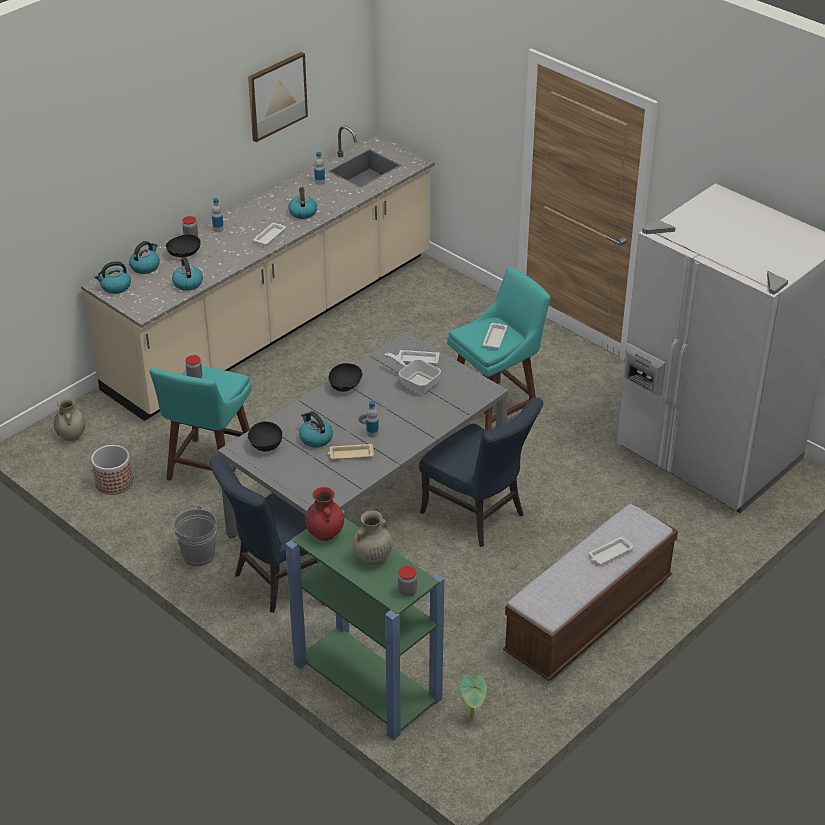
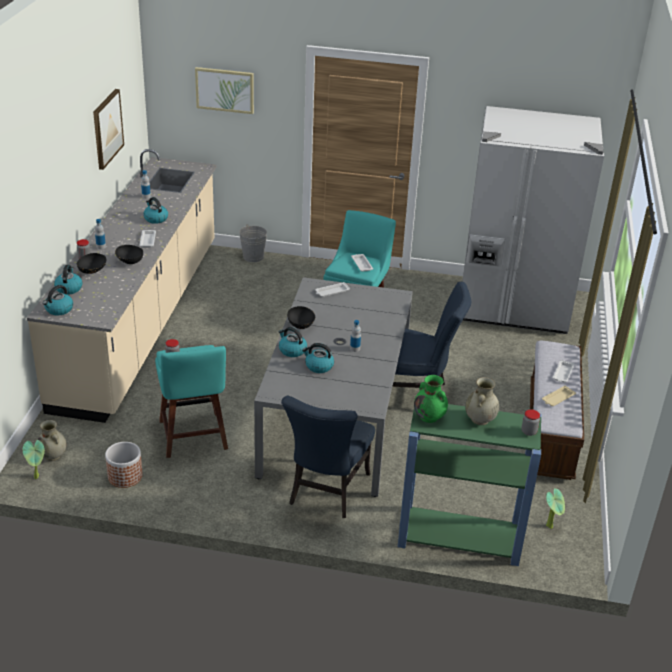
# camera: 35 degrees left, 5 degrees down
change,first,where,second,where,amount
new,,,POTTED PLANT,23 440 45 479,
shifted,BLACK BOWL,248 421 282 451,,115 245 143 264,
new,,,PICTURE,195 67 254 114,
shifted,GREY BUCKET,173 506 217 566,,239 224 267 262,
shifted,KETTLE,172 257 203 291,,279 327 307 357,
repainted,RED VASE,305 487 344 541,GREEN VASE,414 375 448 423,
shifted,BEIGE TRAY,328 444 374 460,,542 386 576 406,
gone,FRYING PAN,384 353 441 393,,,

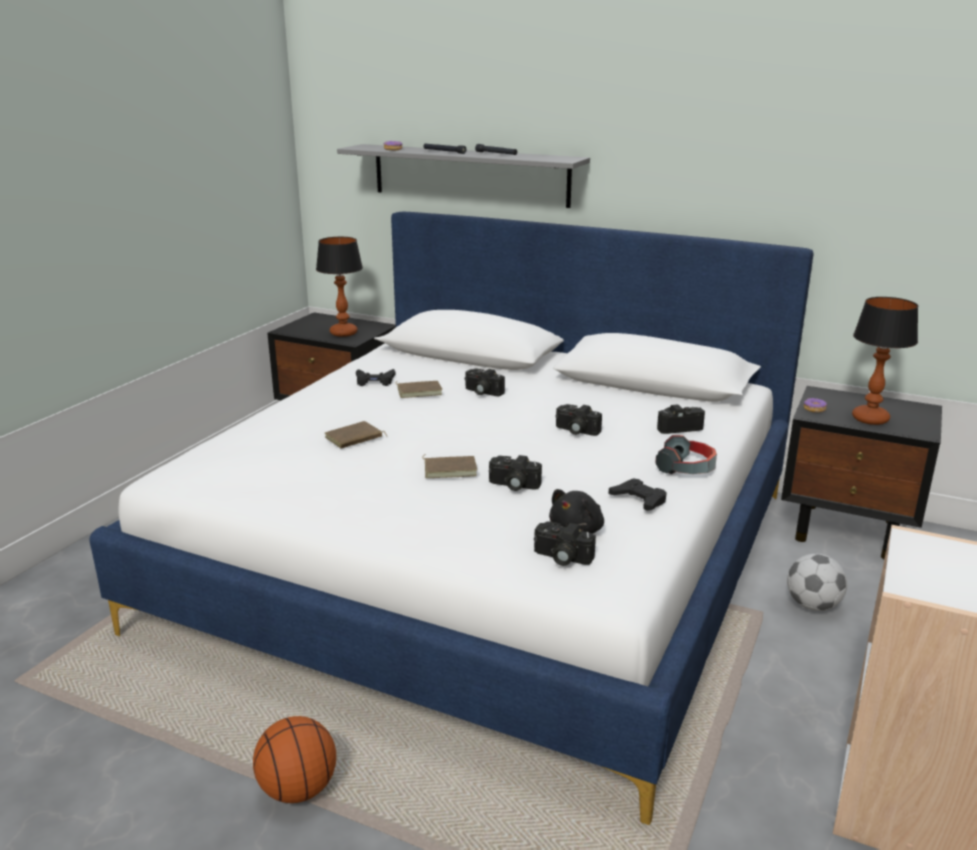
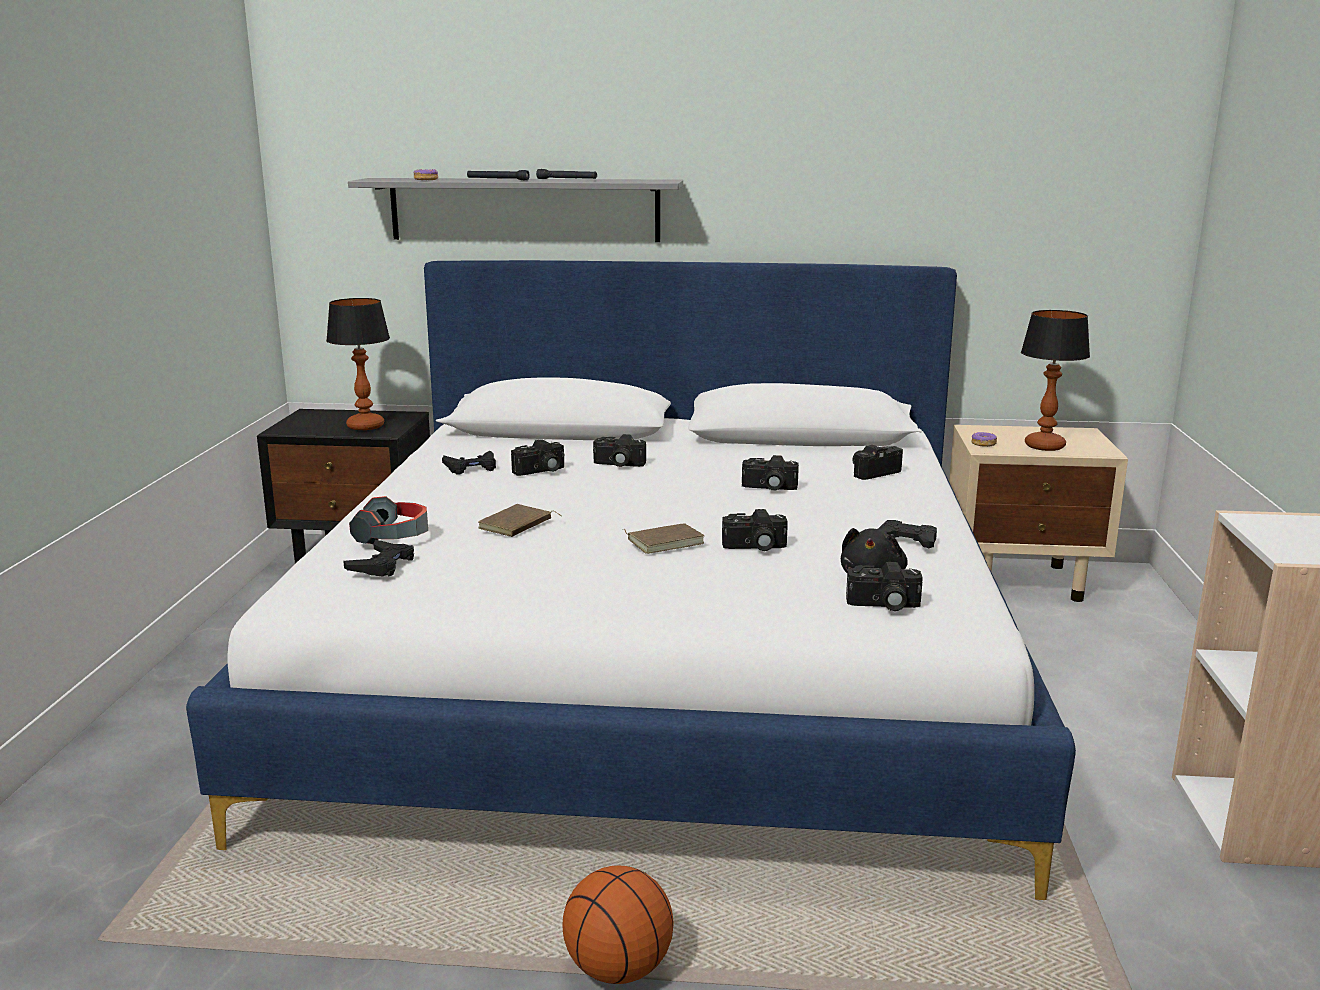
# camera: 20 degrees left, 5 degrees down
change,first,where,second,where,amount
new,,,BLACK GAME CONTROLLER,343 540 414 577,
shifted,HEADPHONES,655 435 717 474,,349 496 428 544,
swapped,BROWN BOOK,396 381 443 398,PHOTO CAMERA,511 439 565 476,
repainted,BLACK NIGHTSTAND,781 386 942 559,BEIGE NIGHTSTAND,949 425 1128 602,
gone,FOOTBALL,787 554 847 611,,,

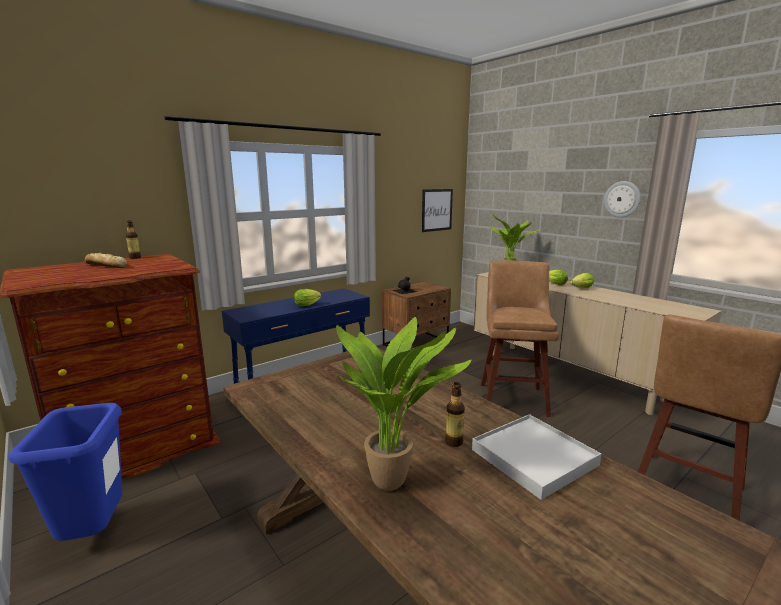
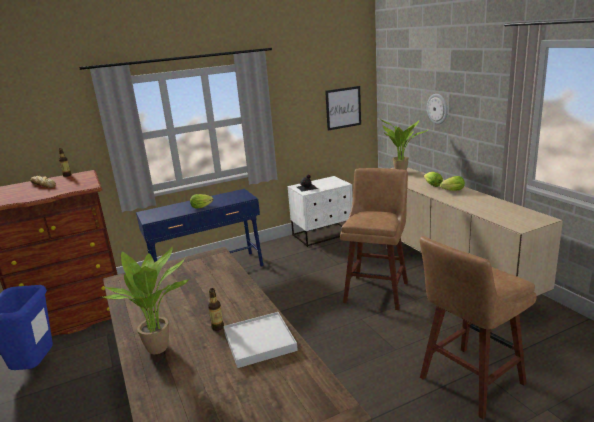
# camera: 15 degrees right, 5 degrees up
change,first,where,second,where,amount
repainted,BROWN NIGHTSTAND,382 281 451 347,WHITE NIGHTSTAND,288 176 353 247,
shifted,WALL CLOCK,604 181 641 218,,427 94 448 124,

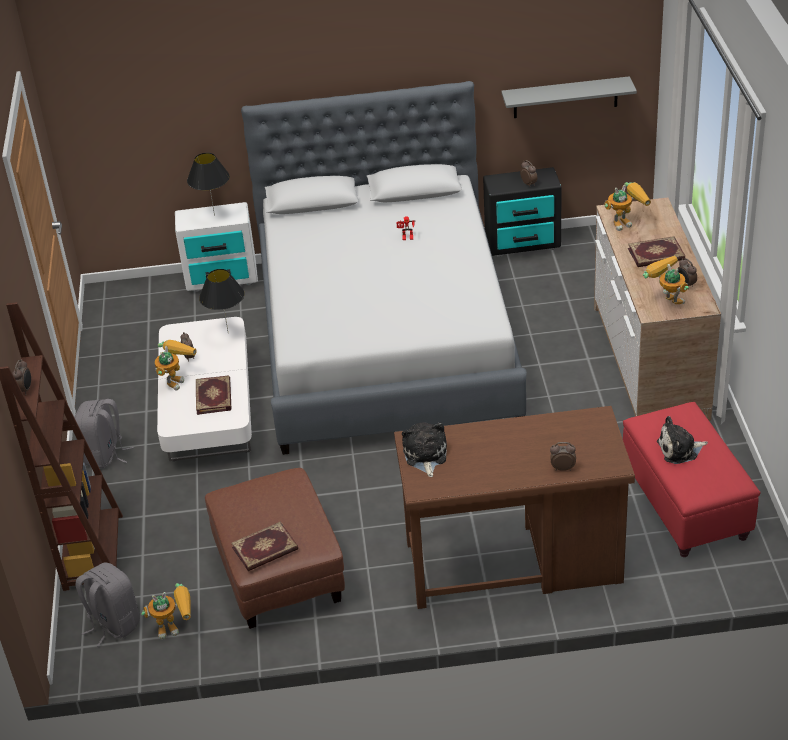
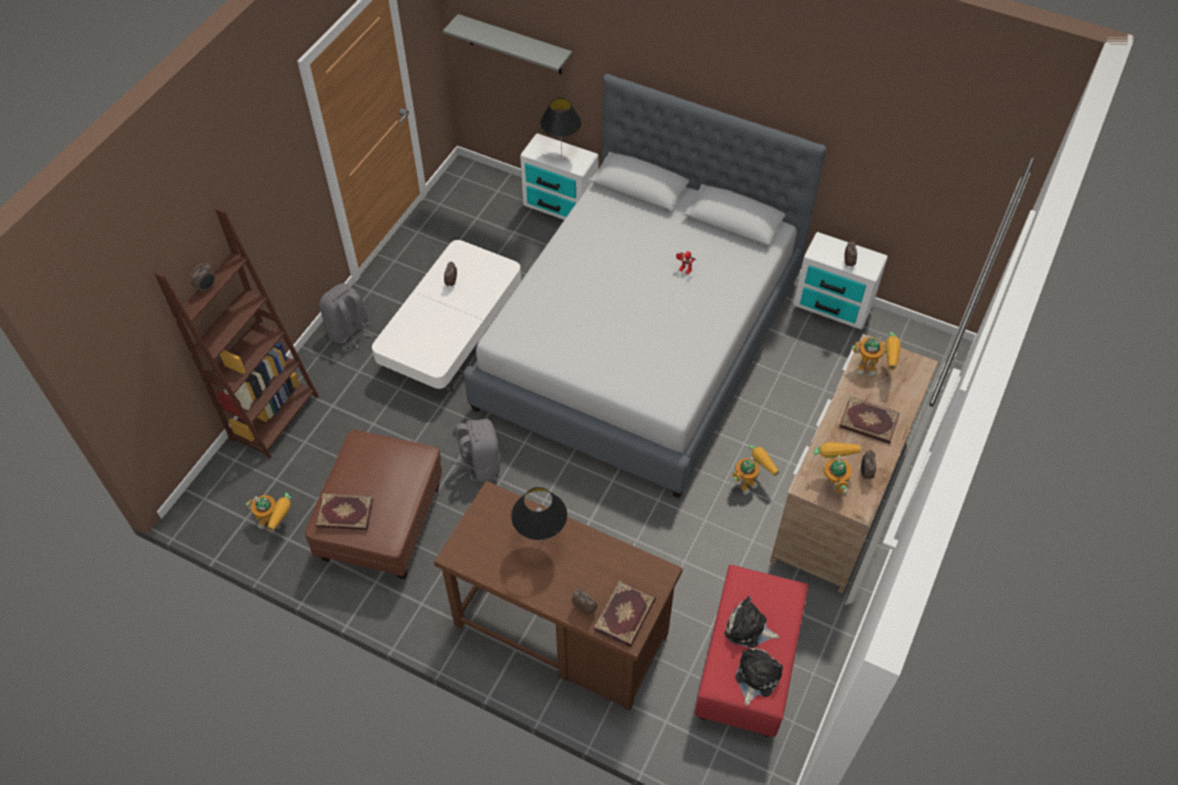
# camera: 30 degrees right, 15 degrees up
change,first,where,second,where,amount
shifted,GREY SHELF,501 76 637 118,,443 14 572 74,
shifted,GREY BACKPACK,76 562 140 647,,453 419 500 482,
shifted,BLACK TABLE LAMP,199 269 245 331,,511 487 567 543,
shifted,BOOK,196 375 231 415,,594 580 656 647,
shifted,TOY ROBOT,155 340 197 391,,733 445 779 495,
shifted,PLUSH TOY,402 422 447 477,,735 648 783 706,
repainted,BLACK NIGHTSTAND,483 167 562 257,WHITE NIGHTSTAND,794 232 888 329,

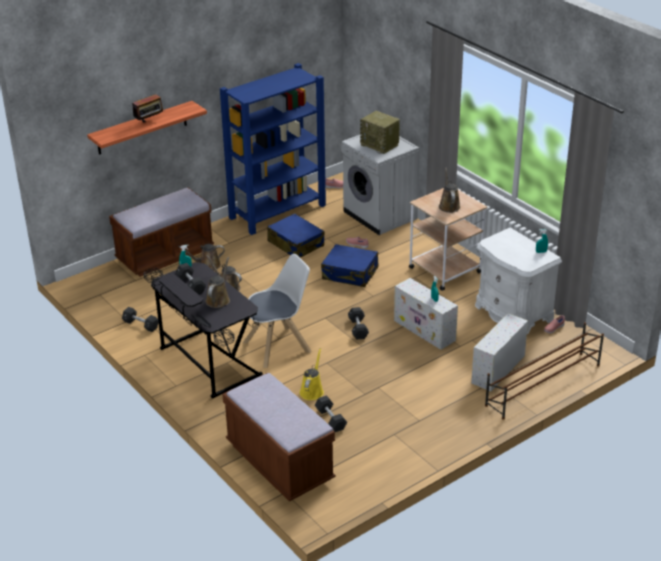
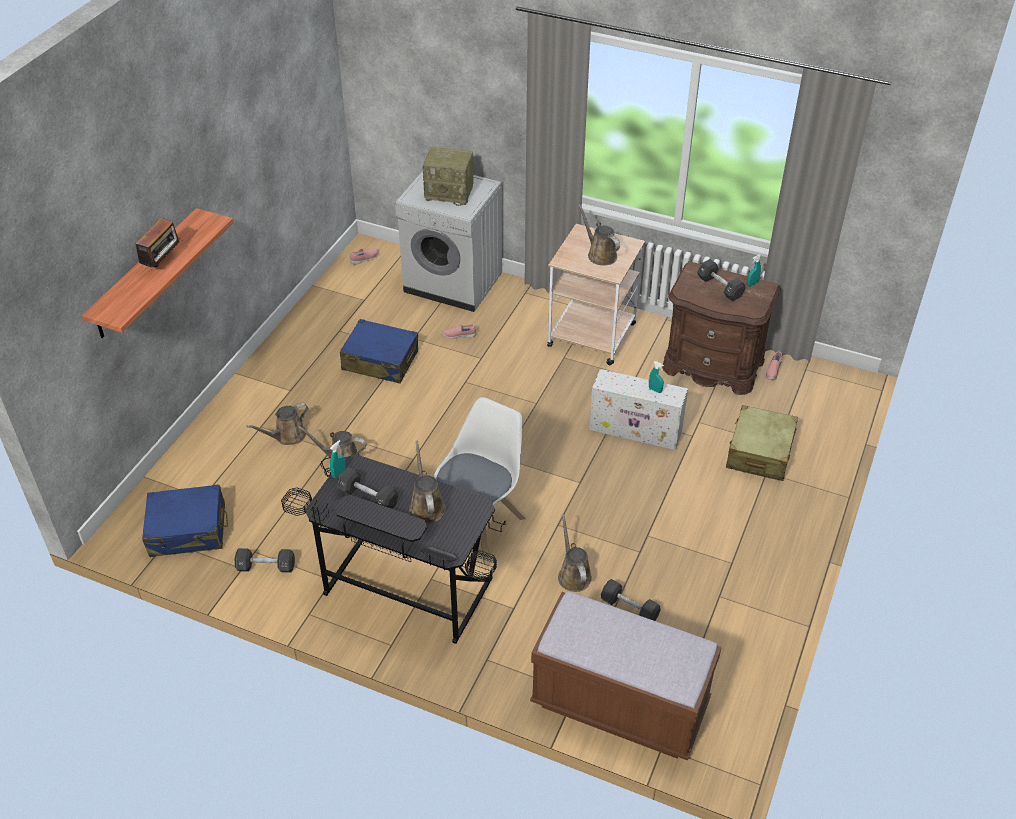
# camera: 30 degrees left, 10 degrees up
change,first,where,second,where,amount
shifted,BLUE SUITCASE,321 244 378 287,,142 484 228 557,
repainted,YELLOW WATERING CAN,300 348 324 400,BROWN WATERING CAN,558 514 592 592,
repainted,WHITE NIGHTSTAND,475 228 562 334,BROWN NIGHTSTAND,662 261 781 395,
shifted,BLACK DUMBBELL,348 307 369 339,,697 259 746 301,
swapped,WHITE STORAGE BOX,471 313 528 392,BEIGE SUITCASE,726 405 798 481,
gone,BROWN BENCH,109 188 214 277,,,
gone,BLUE BOOKCASE,220 63 326 235,,,
gone,BROWN SHOE RACK,485 322 604 420,,,

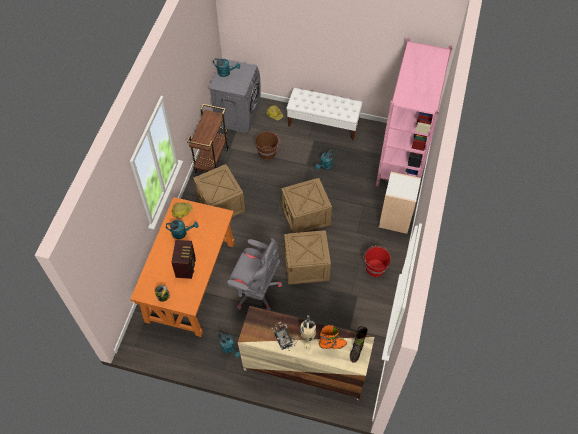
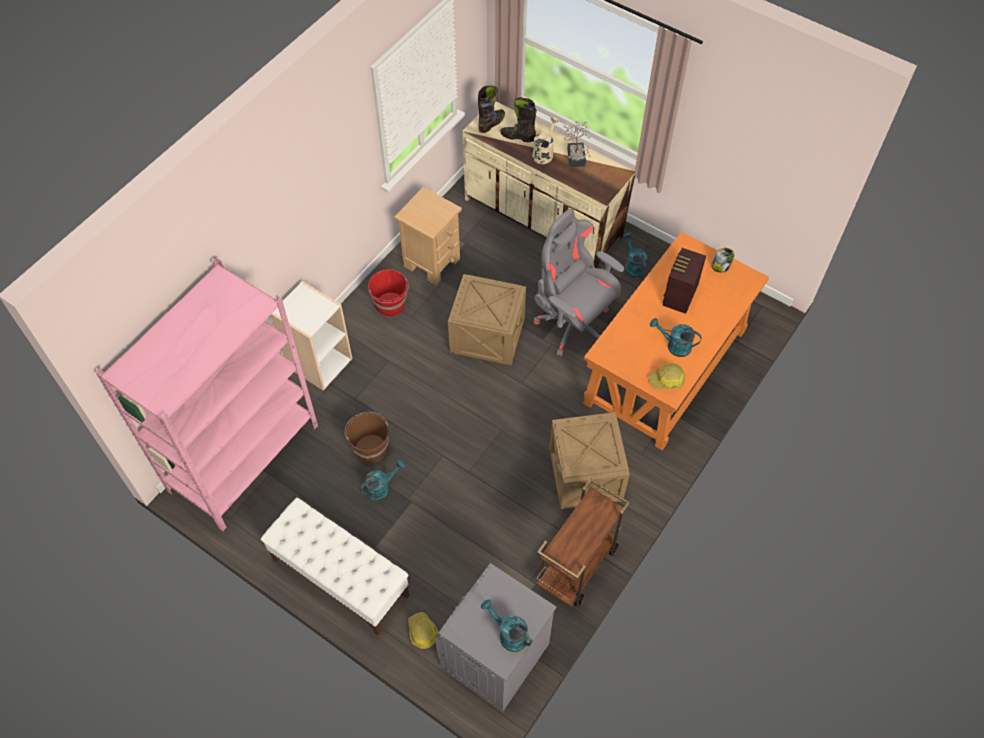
# camera: 160 degrees left, 0 degrees up
change,first,where,second,where,amount
shifted,BROWN BUCKET,255 131 279 160,,345 412 389 464,
new,,,BEIGE NIGHTSTAND,394 187 462 285,
repainted,ORANGE BOOT,319 325 347 349,BLACK BOOT,500 97 537 142,
gone,CRATE,281 178 332 233,,,

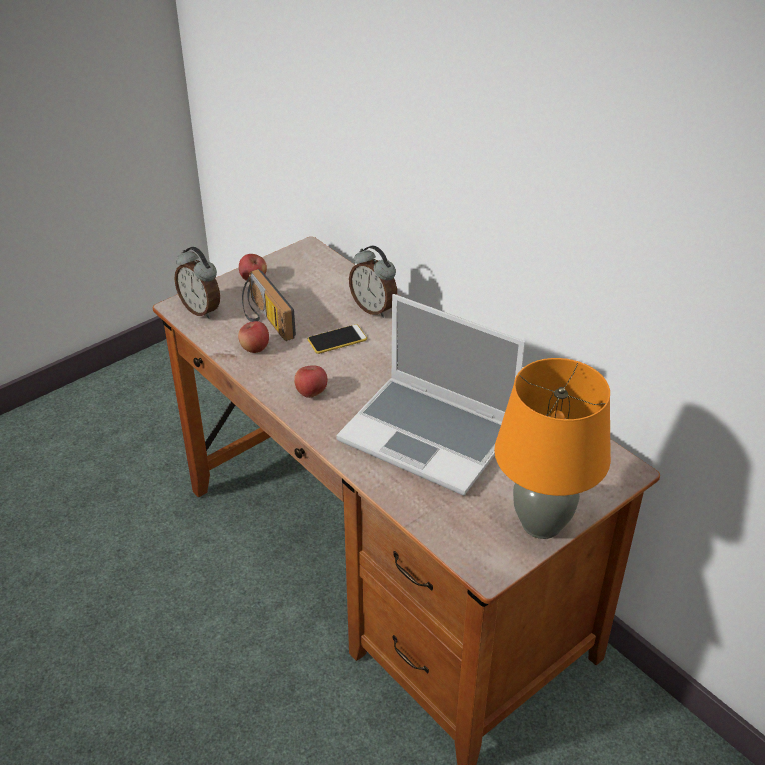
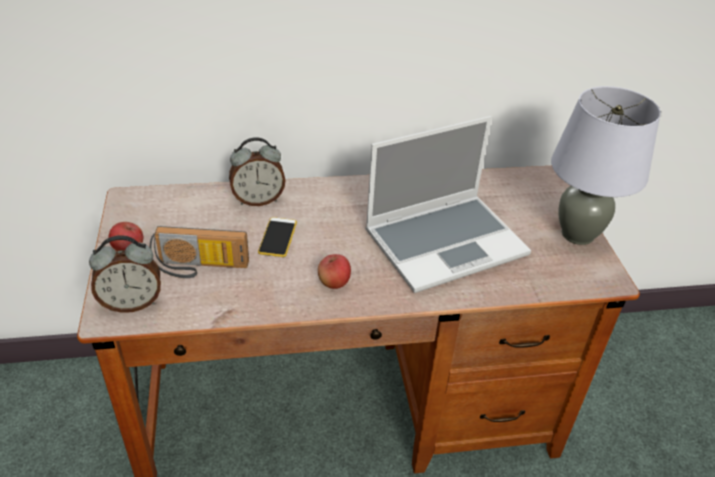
# camera: 60 degrees left, 0 degrees up
change,first,where,second,where,amount
repainted,ORANGE TABLE LAMP,494 358 611 539,GREY TABLE LAMP,551 86 661 245,
gone,APPLE,238 321 269 353,,,

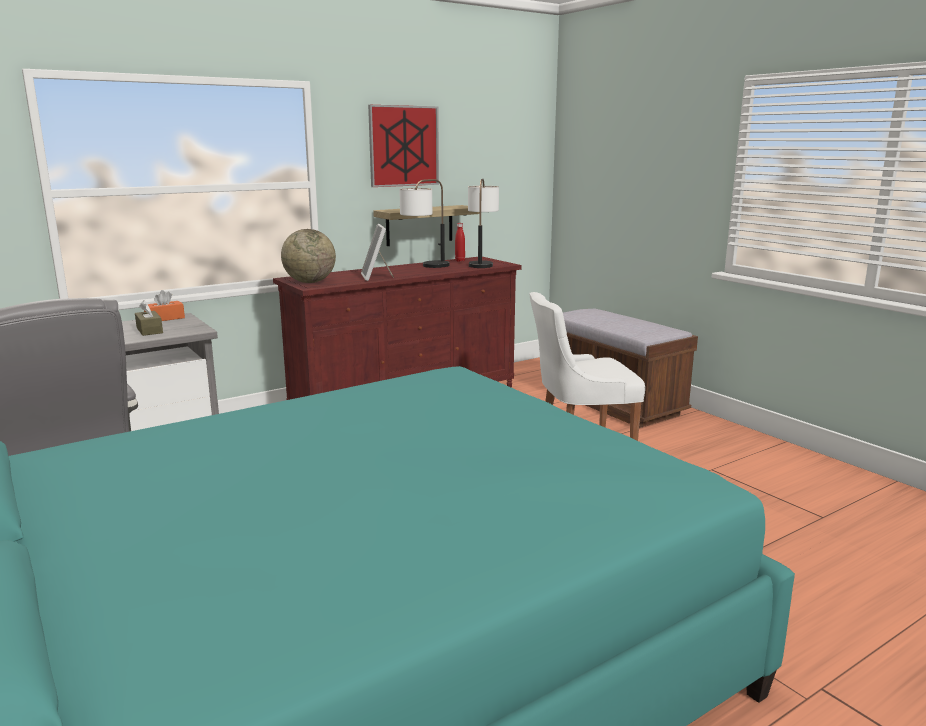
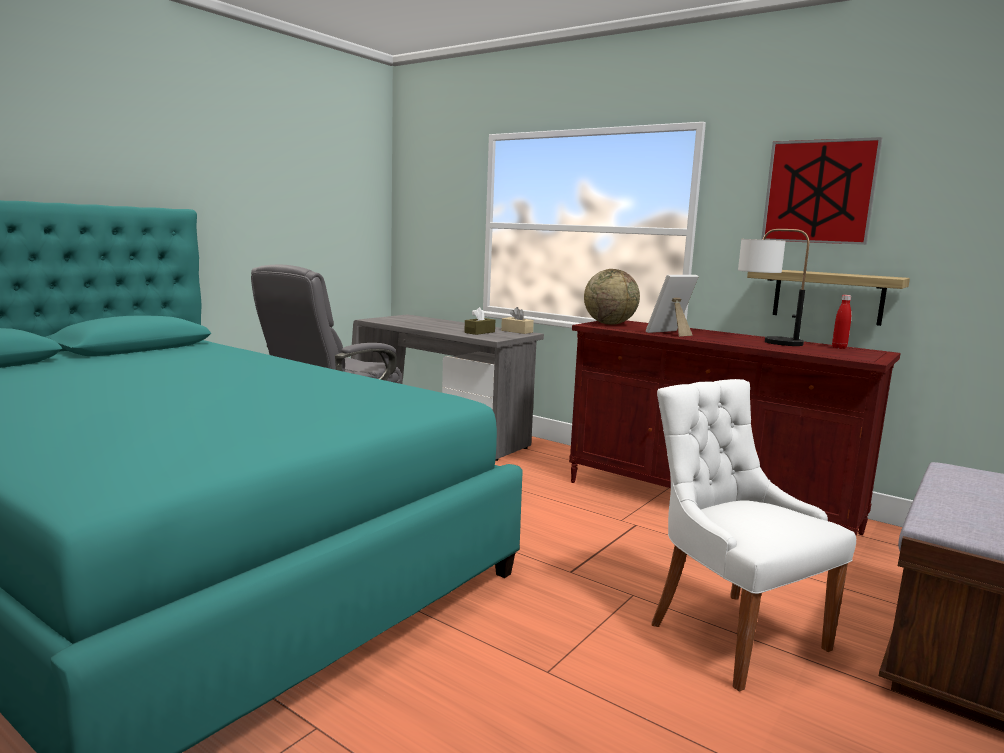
# camera: 70 degrees right, 5 degrees down
change,first,where,second,where,amount
repainted,ORANGE TISSUE BOX,144 290 185 321,BEIGE TISSUE BOX,501 307 534 334,
gone,TABLE LAMP,468 179 499 268,,,

